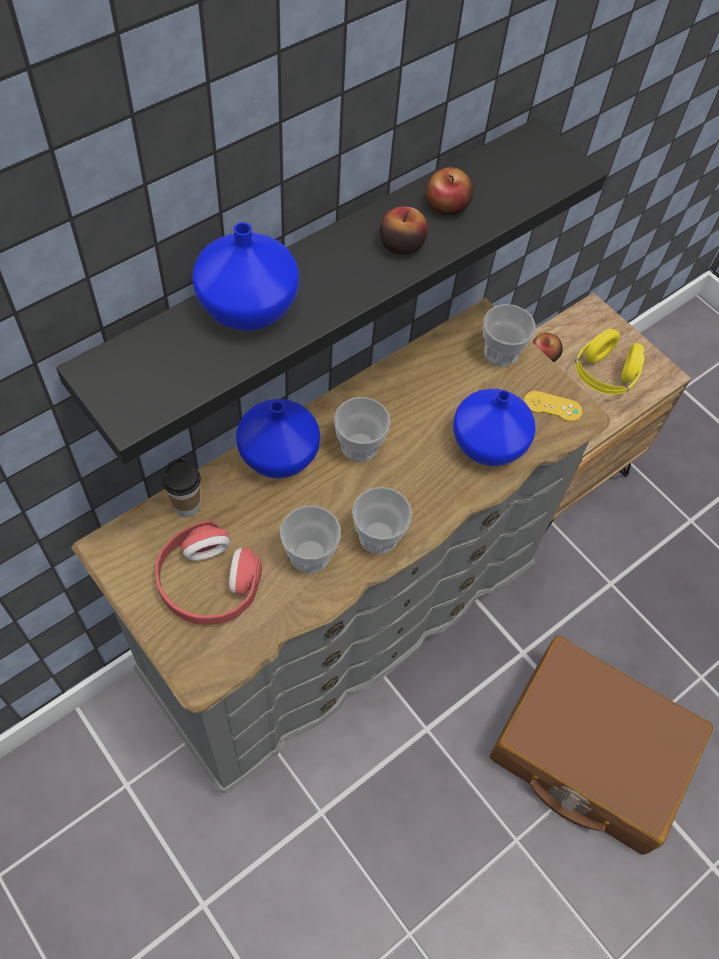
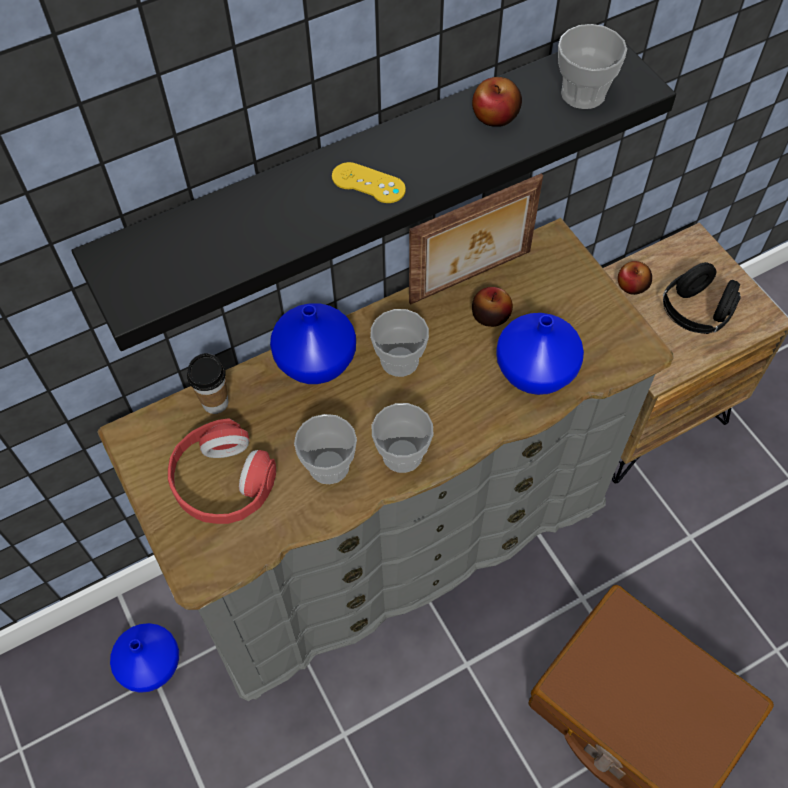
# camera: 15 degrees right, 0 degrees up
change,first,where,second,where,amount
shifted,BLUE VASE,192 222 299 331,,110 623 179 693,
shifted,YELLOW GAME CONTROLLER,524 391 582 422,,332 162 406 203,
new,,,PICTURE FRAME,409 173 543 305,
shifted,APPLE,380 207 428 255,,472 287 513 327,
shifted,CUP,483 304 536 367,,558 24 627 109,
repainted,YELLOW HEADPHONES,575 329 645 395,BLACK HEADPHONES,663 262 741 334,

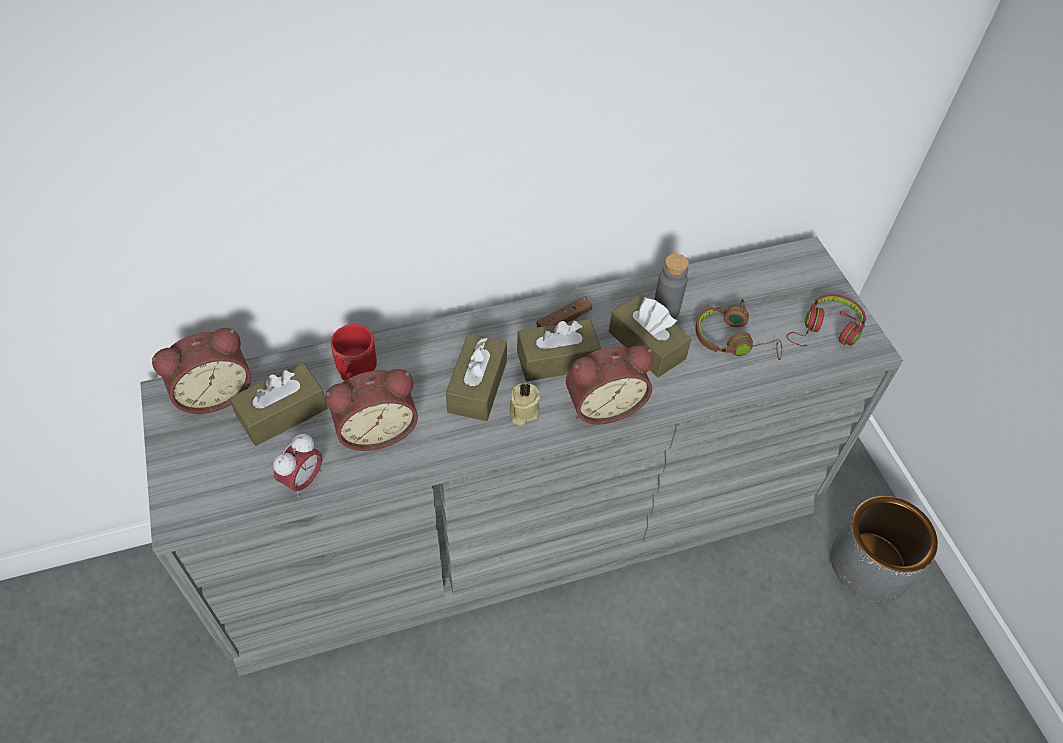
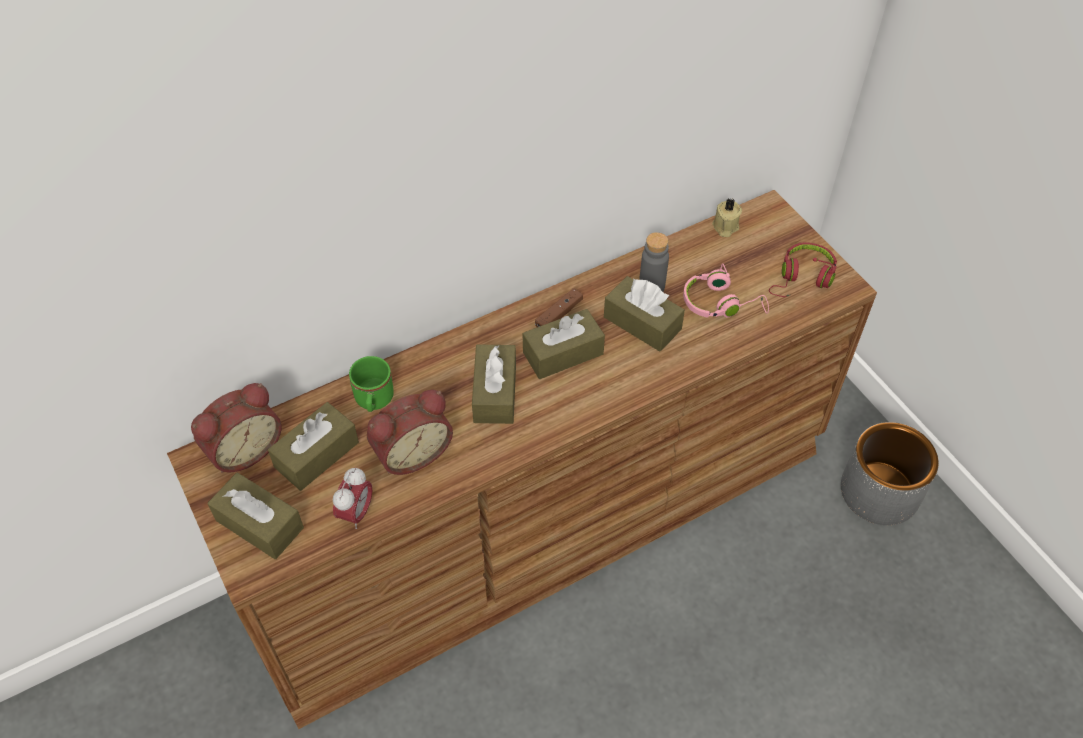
# camera: 10 degrees left, 0 degrees up
change,first,where,second,where,amount
repainted,GREY DRESSER,140 237 903 676,BROWN DRESSER,167 190 877 729,
new,,,BROWN TISSUE BOX,208 473 304 559,
repainted,RED MUG,331 324 377 380,GREEN MUG,349 356 394 412,
repainted,BROWN HEADPHONES,696 299 782 360,PINK HEADPHONES,683 263 769 318,
shifted,BEIGE CANDLE,510 383 540 425,,712 198 742 237,
gone,ALARM CLOCK,566 345 653 424,,,

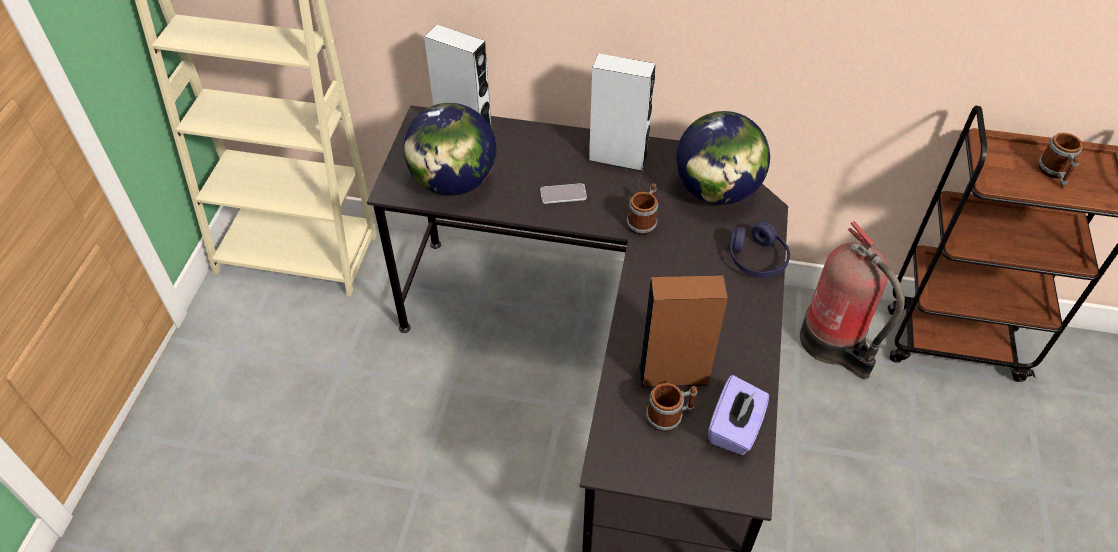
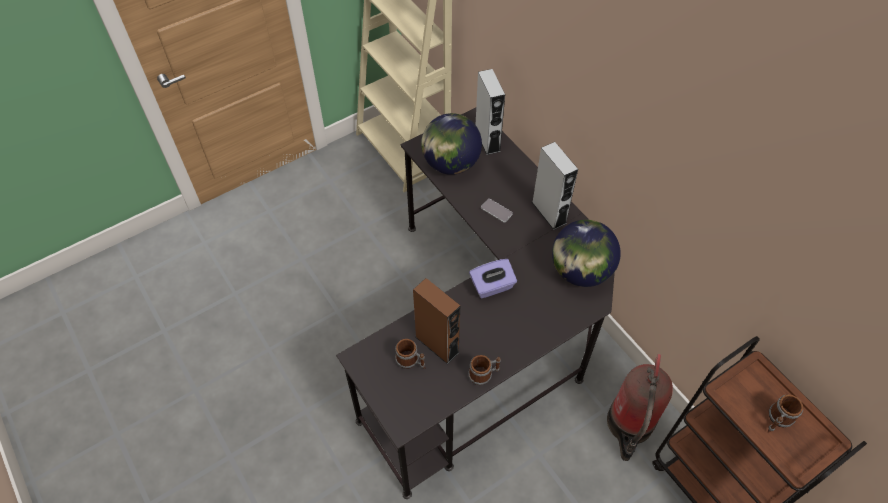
# camera: 45 degrees right, 5 degrees up
change,first,where,second,where,amount
shifted,MUG,627 183 658 235,,468 355 501 385,
shifted,PURPLE TISSUE BOX,708 375 769 455,,469 259 517 298,
gone,PURPLE HEADPHONES,729 222 790 278,,,

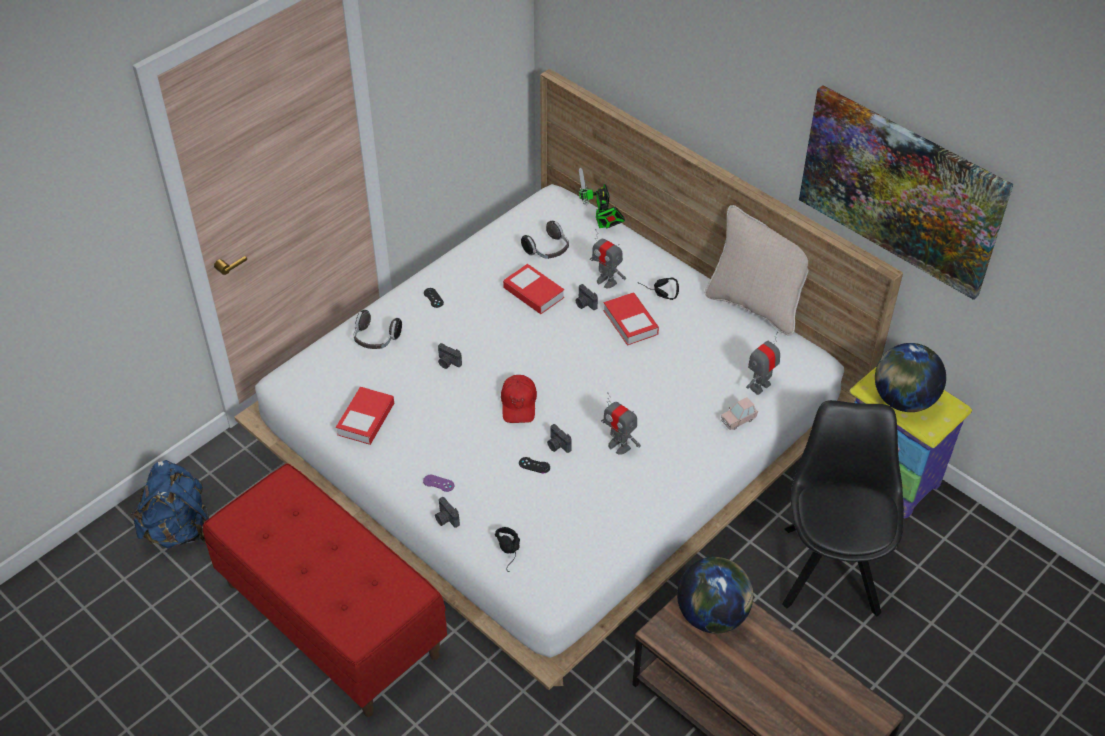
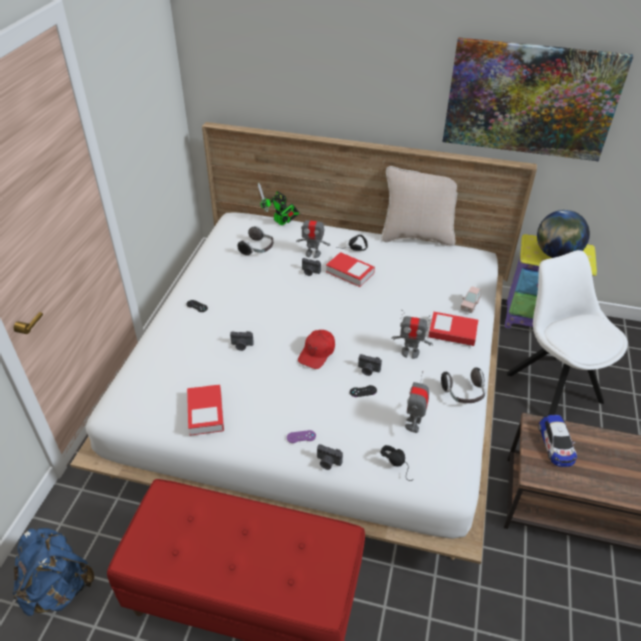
# camera: 30 degrees left, 5 degrees down
change,first,where,second,where,amount
rotated,RED CAP,501 375 537 423,,298 330 335 369,60 degrees clockwise
shifted,TOY ROBOT,746 332 780 395,,405 371 429 433,
shifted,BOOK,503 264 564 314,,428 312 478 346,
shifted,HEADPHONES,354 310 402 349,,441 367 486 403,
repainted,BLACK CHAIR,782 400 904 616,WHITE CHAIR,507 250 628 415,
swapped,GLOBE,677 557 753 634,TOY CAR,538 415 577 467,

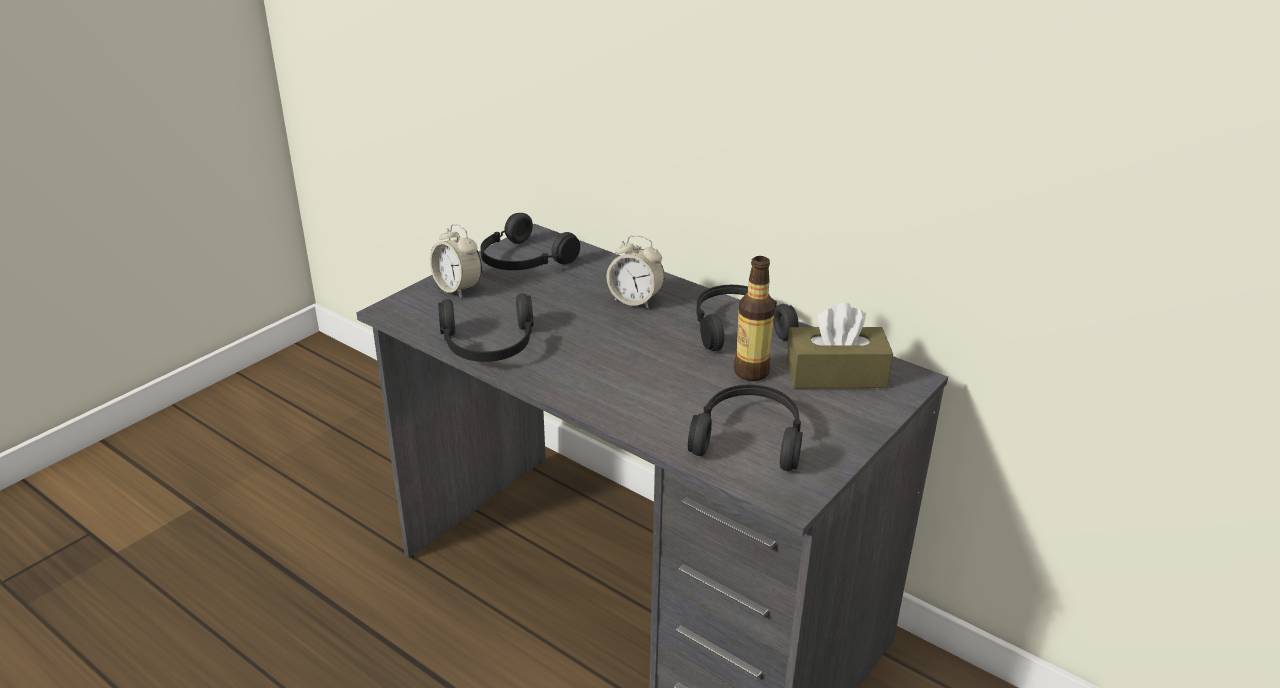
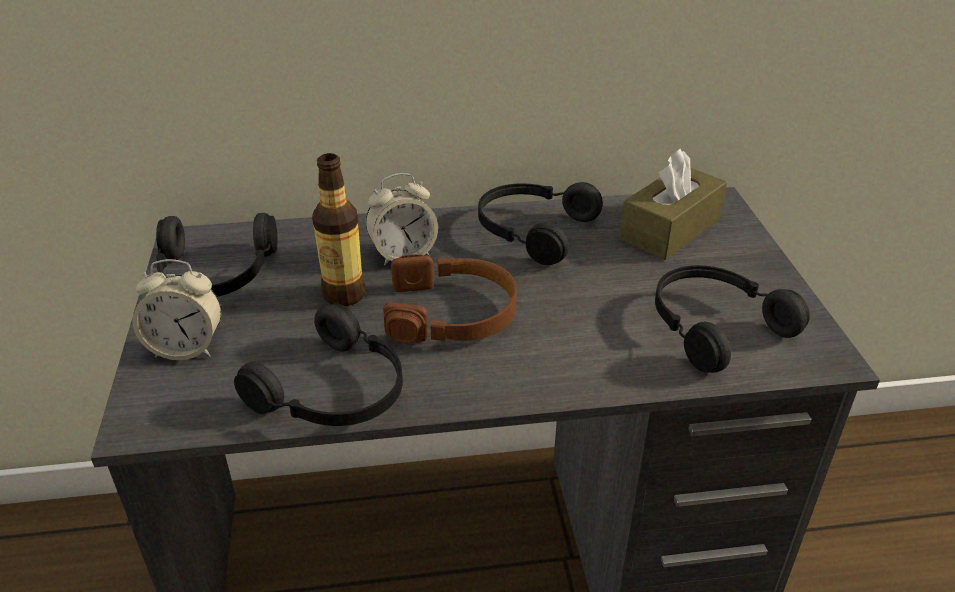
# camera: 45 degrees left, 5 degrees up
change,first,where,second,where,amount
shifted,BOTTLE,734 256 775 381,,312 153 366 306,
new,,,BROWN HEADPHONES,383 254 517 344,

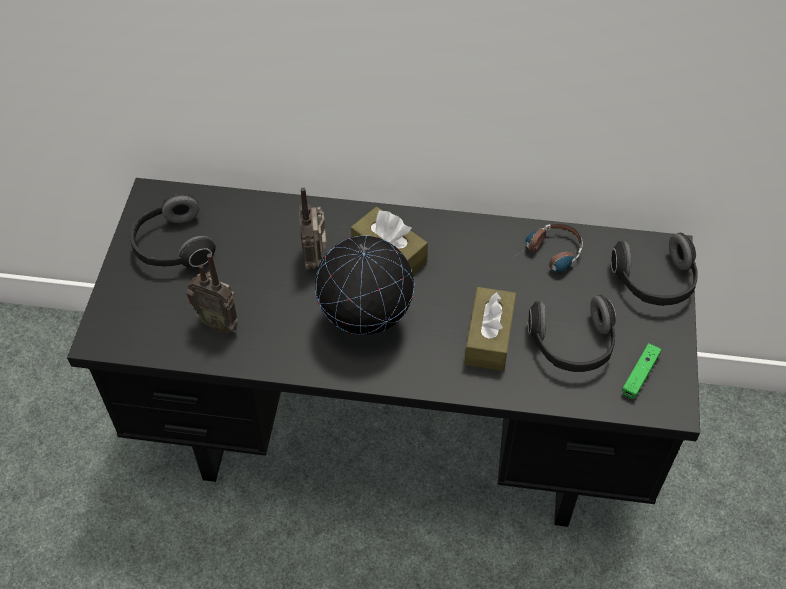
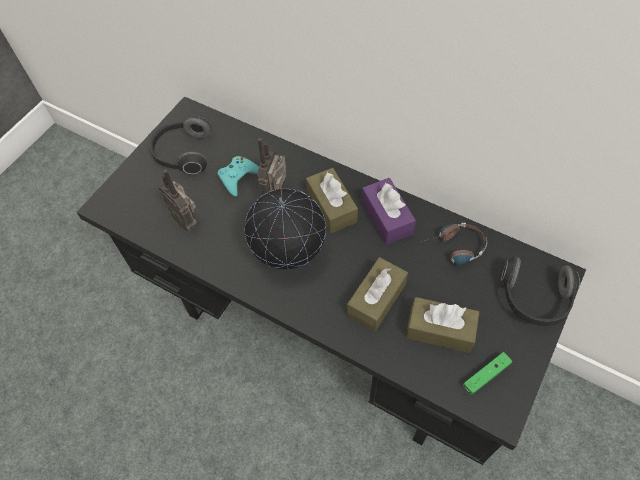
# camera: 25 degrees right, 5 degrees up
change,first,where,second,where,amount
new,,,TURQUOISE GAME CONTROLLER,218 156 259 197,
new,,,PURPLE TISSUE BOX,362 178 416 245,
swapped,HEADPHONES,528 295 616 372,BROWN TISSUE BOX,406 297 479 353,

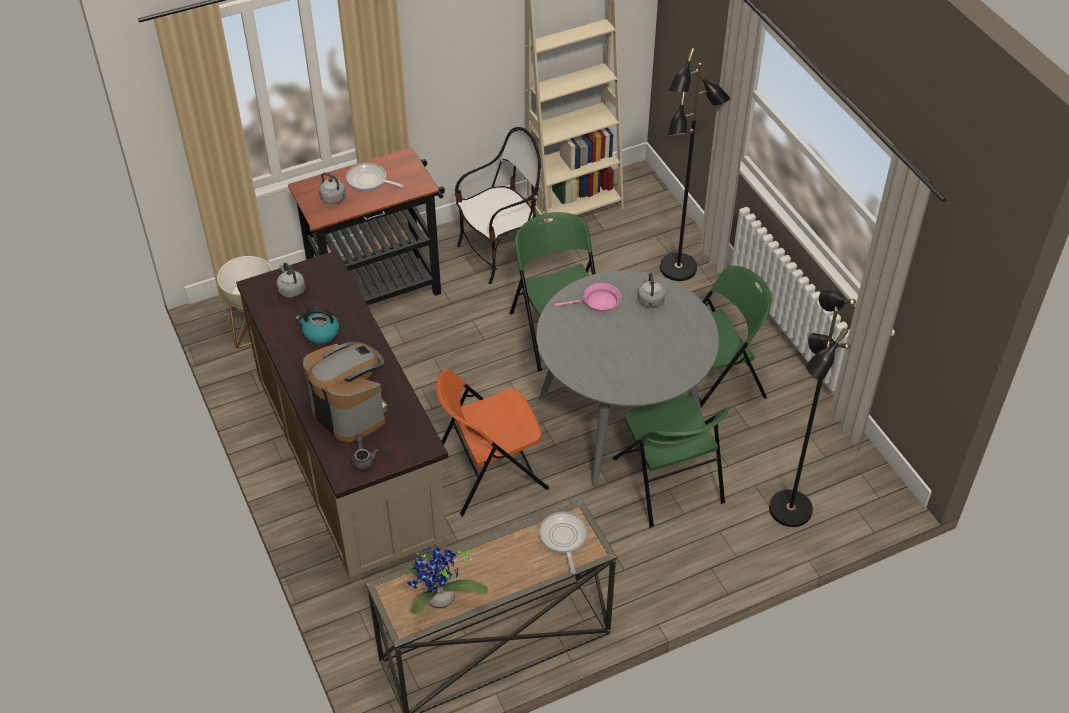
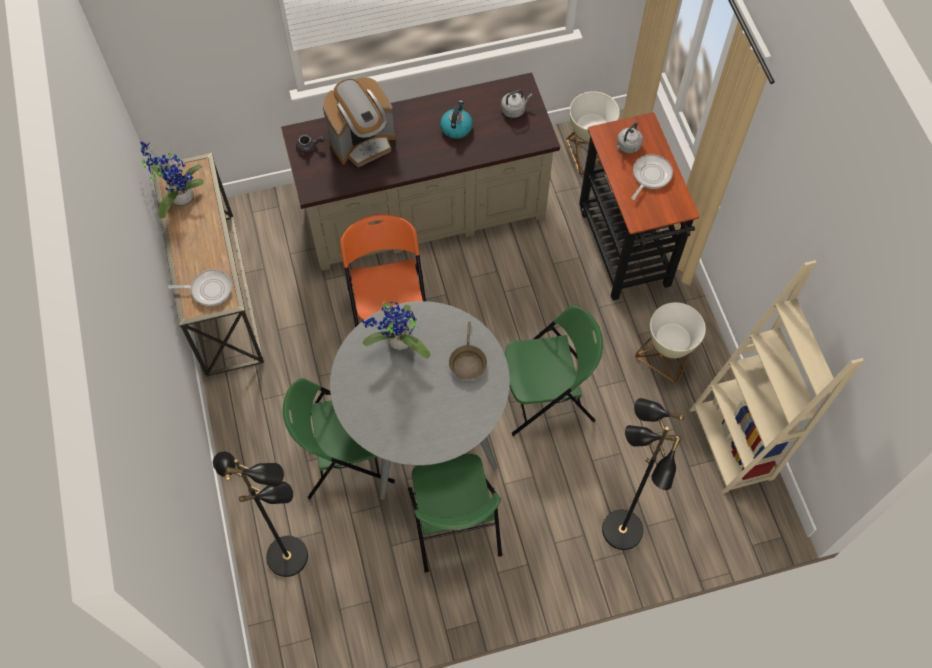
# camera: 100 degrees right, 15 degrees up
change,first,where,second,where,amount
new,,,POTTED PLANT,362 301 431 359,
repainted,PINK FRYING PAN,555 283 621 312,BROWN FRYING PAN,449 321 487 380,
swapped,CHAIR,455 127 544 284,PLANTER,635 302 706 383,
gone,GREY KETTLE,638 273 665 308,,,

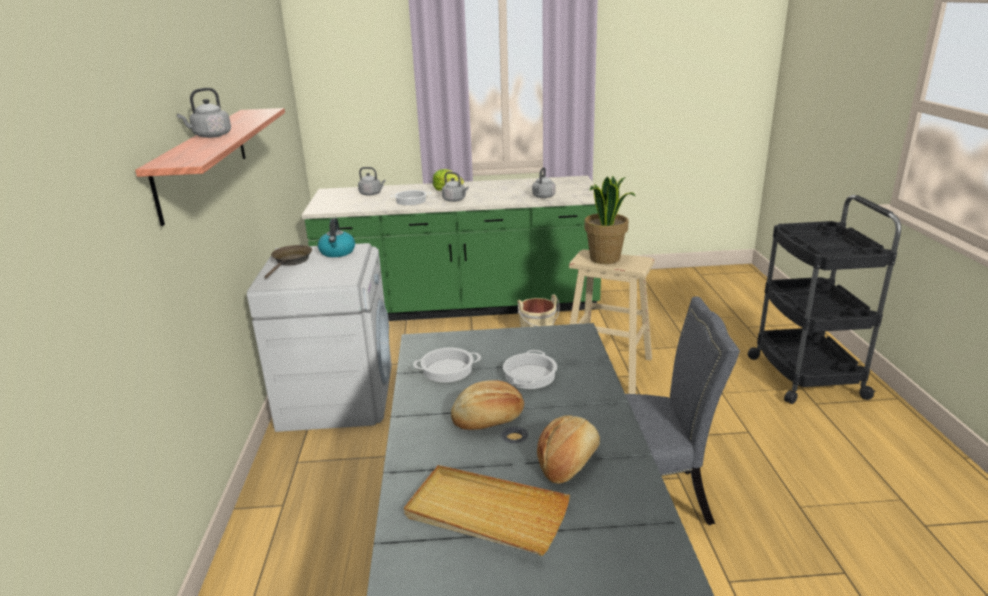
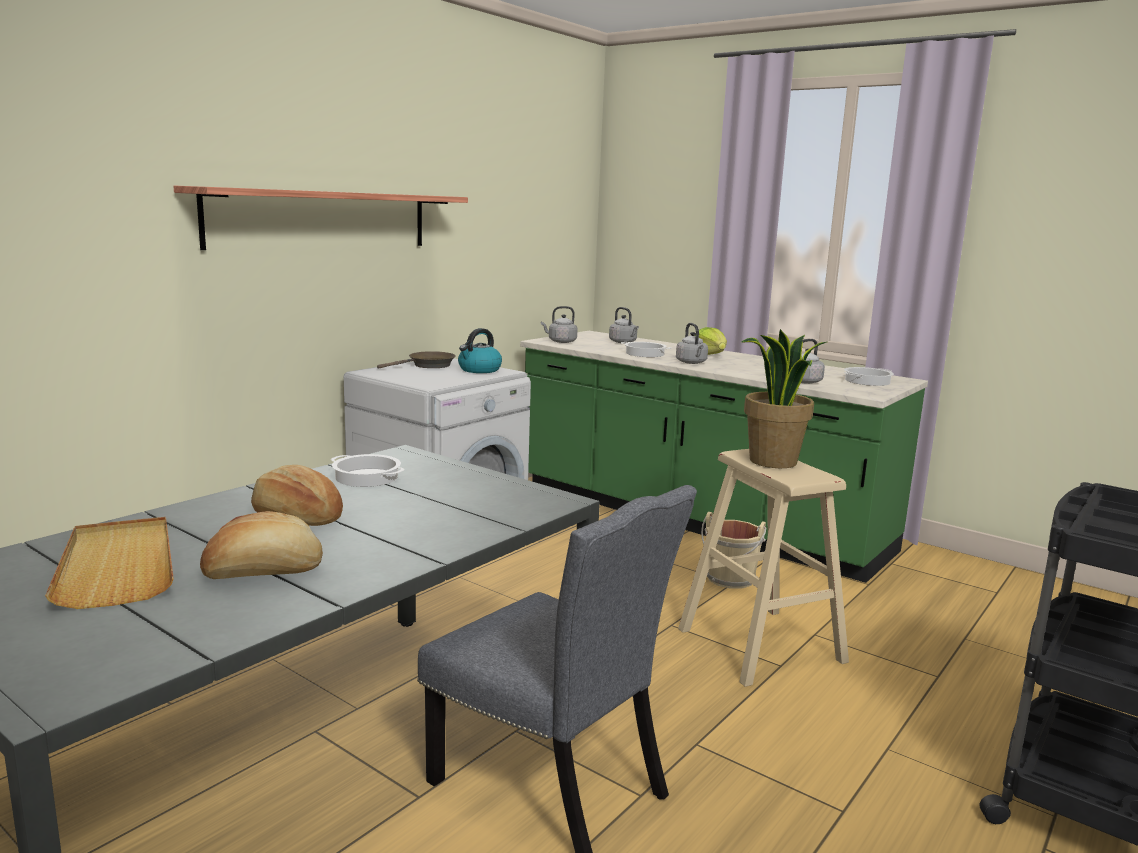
# camera: 40 degrees right, 10 degrees down
change,first,where,second,where,amount
shifted,GREY KETTLE,177 88 231 138,,541 306 577 343,
shifted,COOKING POT,503 350 557 389,,844 367 894 386,

